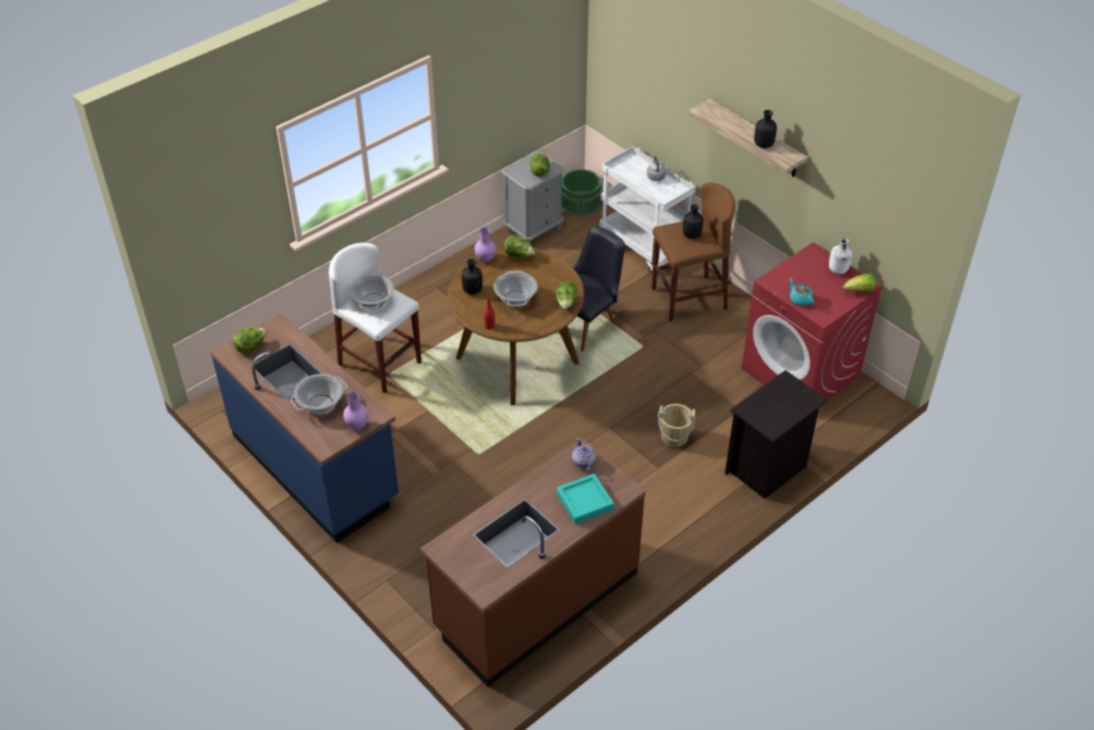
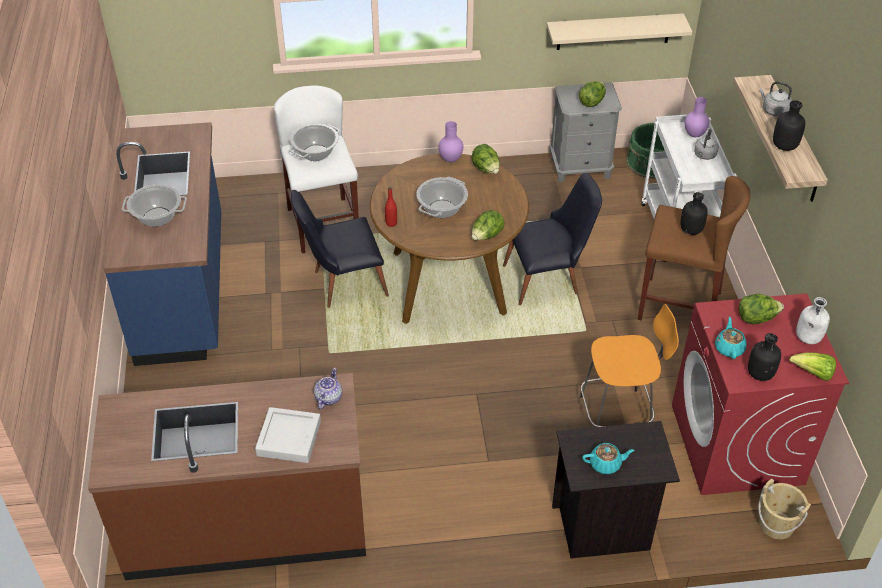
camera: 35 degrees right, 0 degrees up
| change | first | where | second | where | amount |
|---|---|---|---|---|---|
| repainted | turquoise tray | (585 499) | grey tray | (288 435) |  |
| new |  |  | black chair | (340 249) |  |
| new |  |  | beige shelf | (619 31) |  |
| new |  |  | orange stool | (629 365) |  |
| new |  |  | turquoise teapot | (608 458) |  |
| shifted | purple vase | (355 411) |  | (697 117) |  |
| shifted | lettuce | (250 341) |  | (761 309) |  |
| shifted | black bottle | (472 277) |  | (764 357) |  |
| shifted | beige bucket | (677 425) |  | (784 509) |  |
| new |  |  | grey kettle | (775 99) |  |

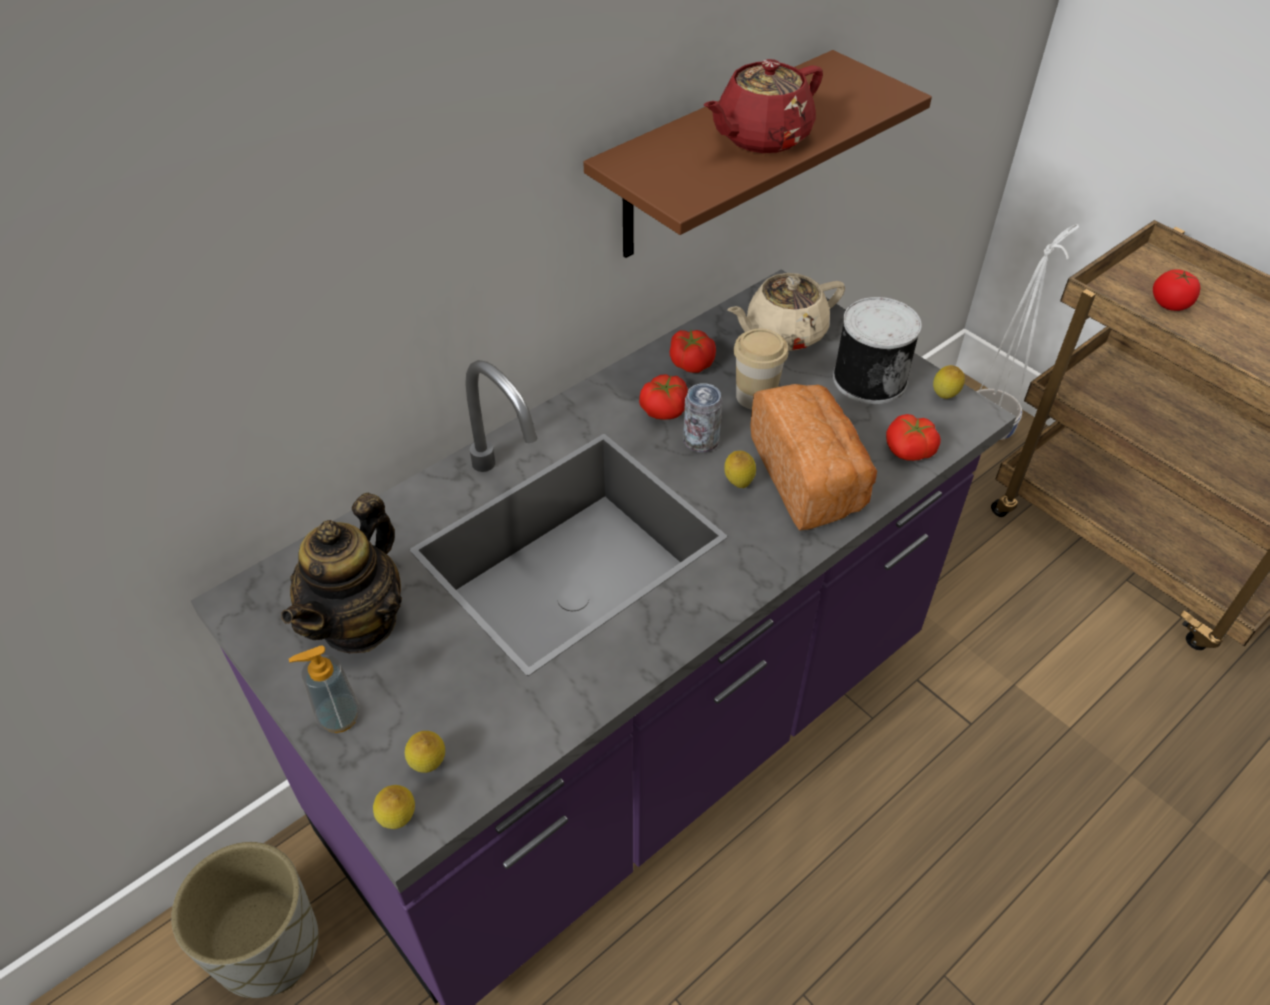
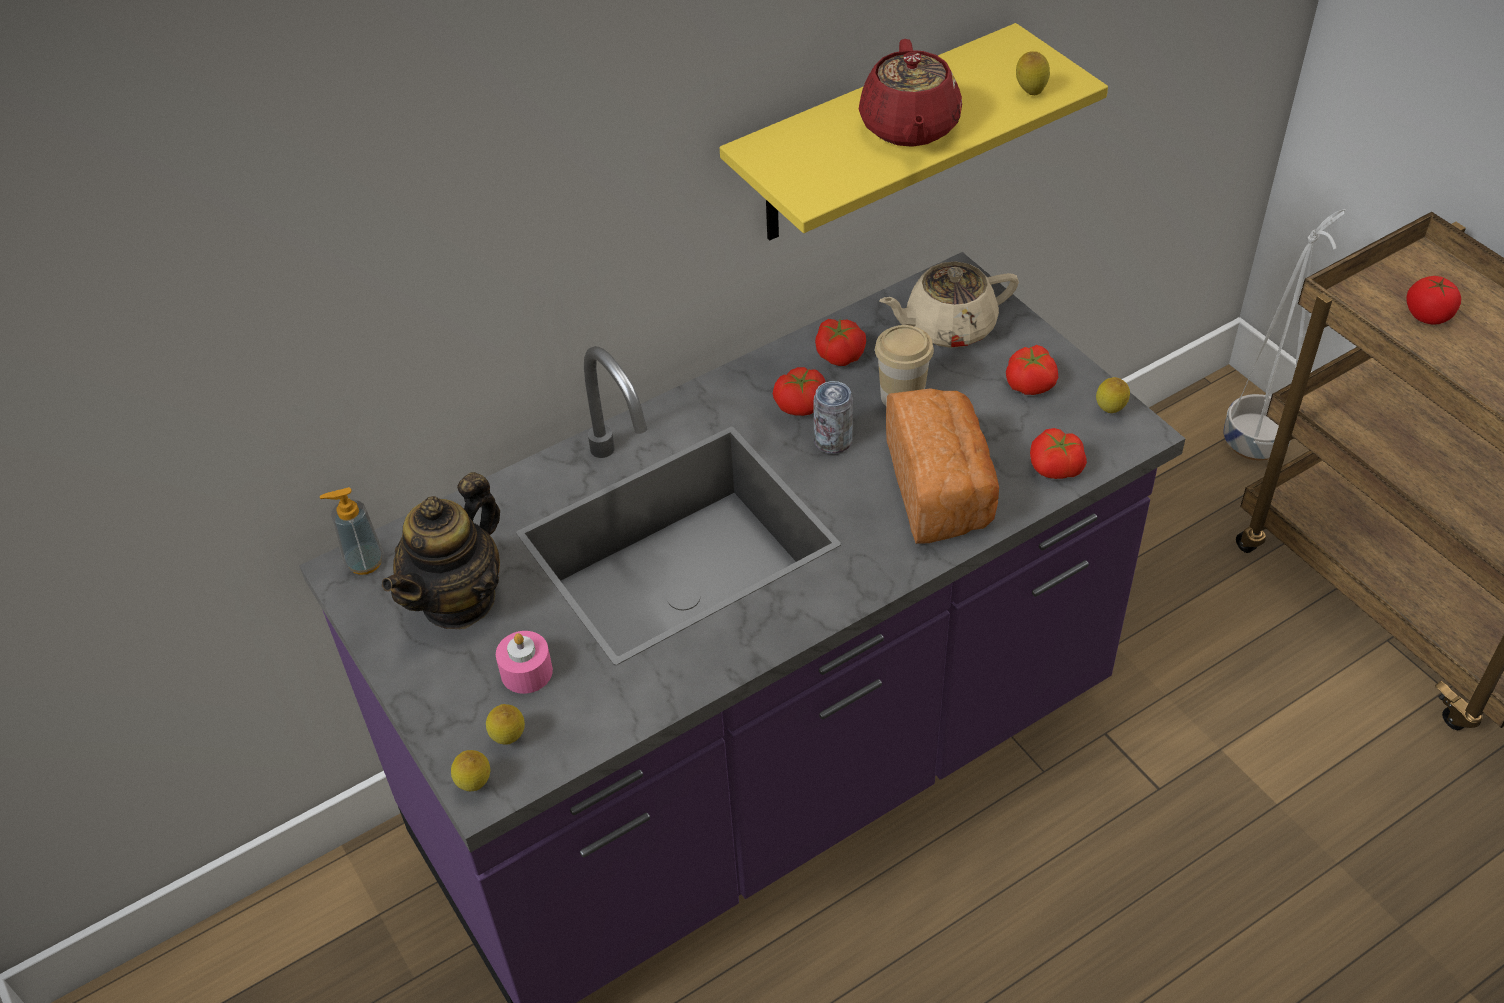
camera: 10 degrees right, 0 degrees up
| change | first | where | second | where | amount |
|---|---|---|---|---|---|
| shifted | soap dispenser | (324 689) |  | (352 531) |  |
| new |  |  | pink candle | (524 662) |  |
| repainted | brown shelf | (757 154) | yellow shelf | (914 131) |  |
| rotated | red teapot | (763 106) |  | (910 93) | 60 degrees counterclockwise |
| swapped | can | (877 350) | tomato | (1032 370) |  |
| shifted | lemon | (740 469) |  | (1033 73) |  |
| gone | grey planter | (244 920) |  |  |  |

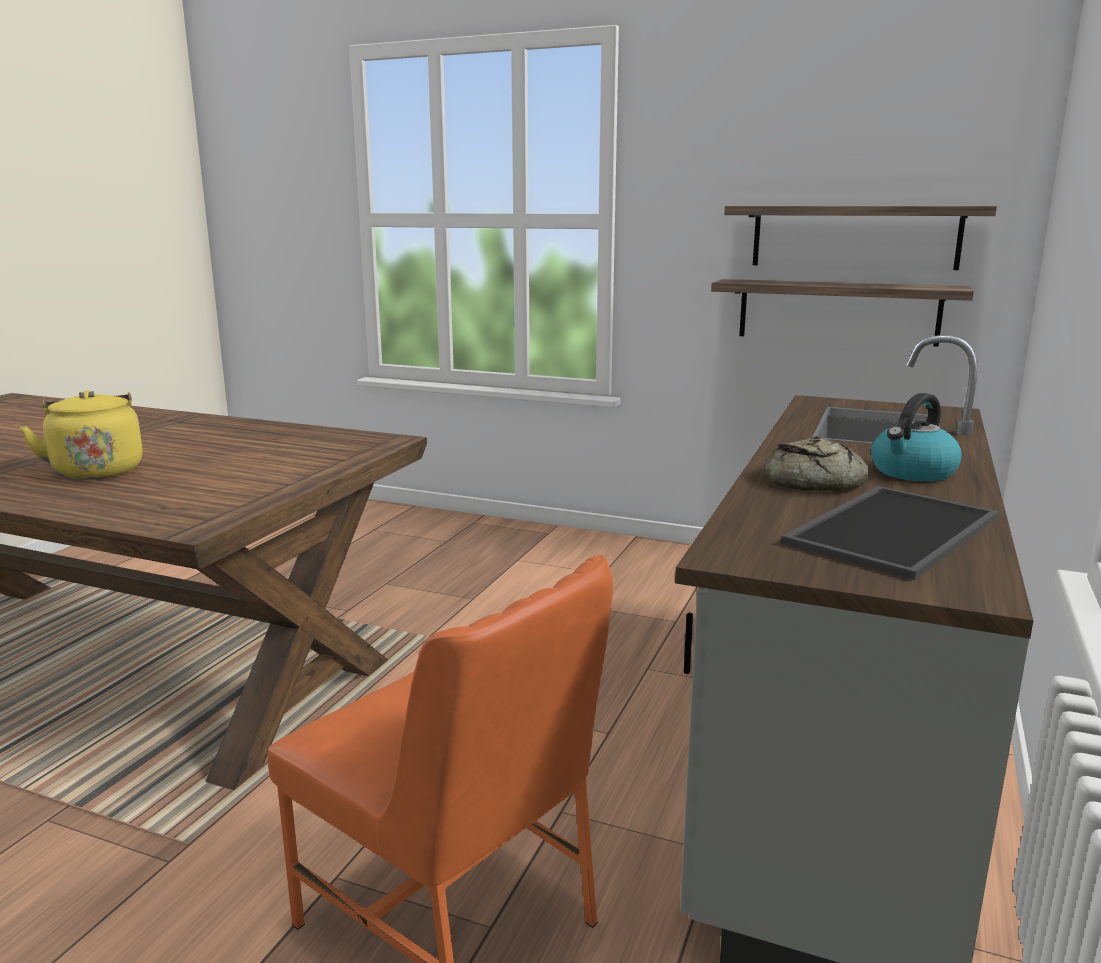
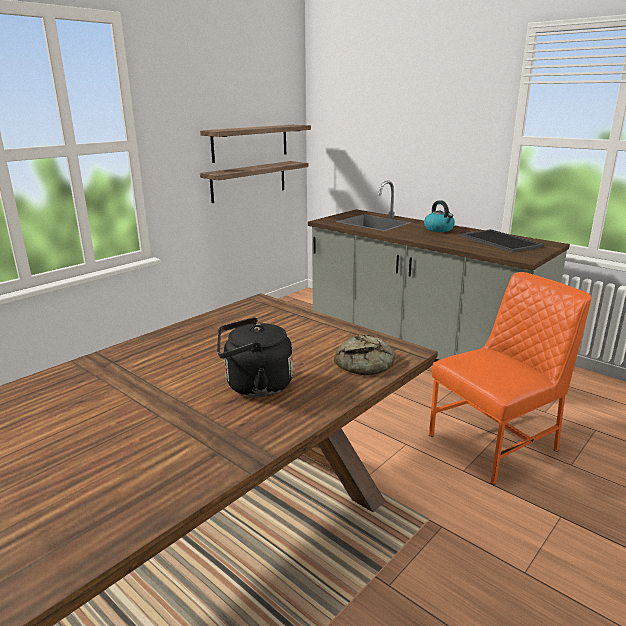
camera: 70 degrees left, 5 degrees up
| change | first | where | second | where | amount |
|---|---|---|---|---|---|
| repainted | yellow kettle | (81 435) | black kettle | (255 357) |  |
| shifted | bread | (816 463) |  | (364 355) |  |

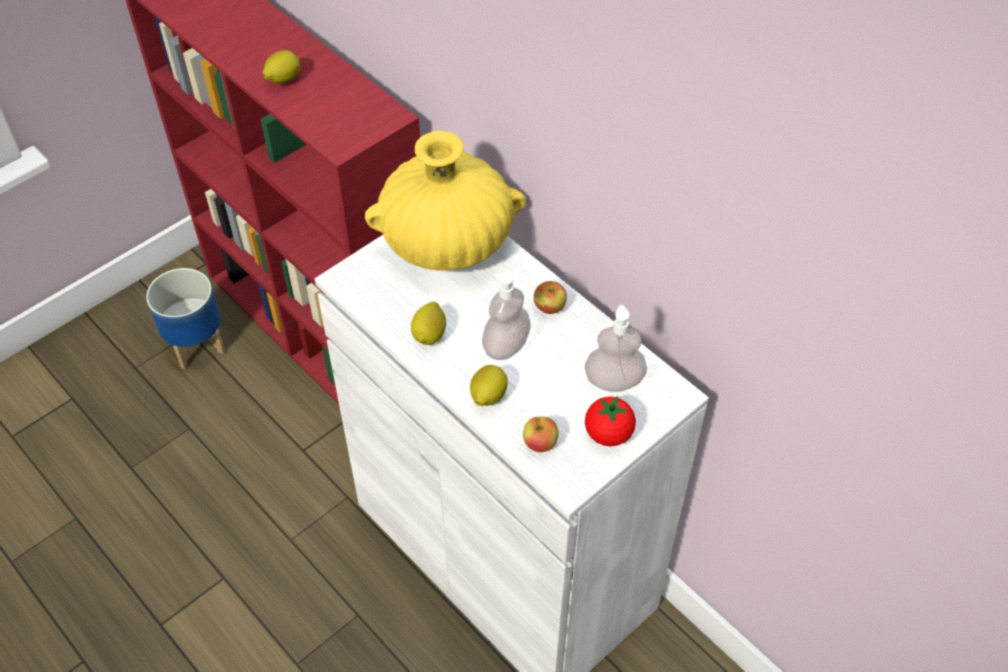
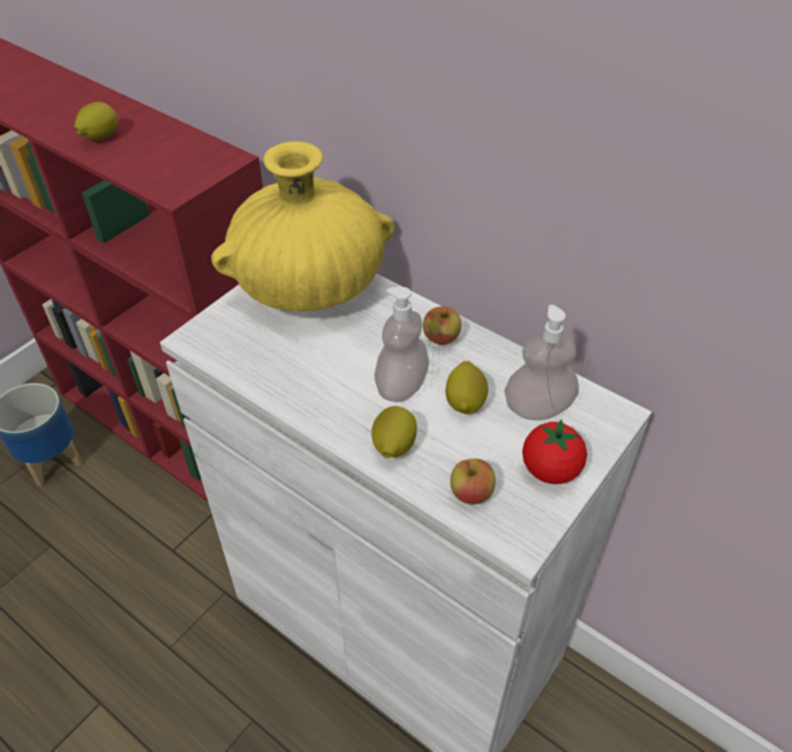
camera: 10 degrees left, 5 degrees down
| change | first | where | second | where | amount |
|---|---|---|---|---|---|
| shifted | lemon | (428 323) |  | (467 387) |  |

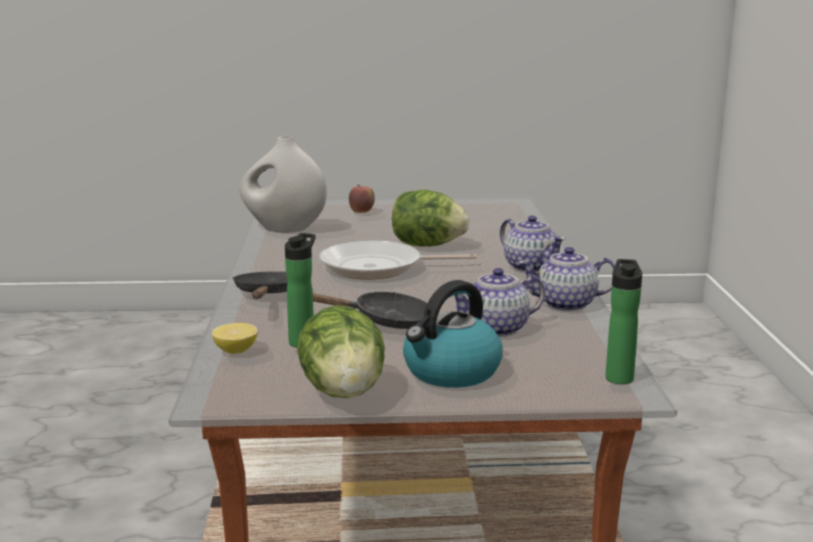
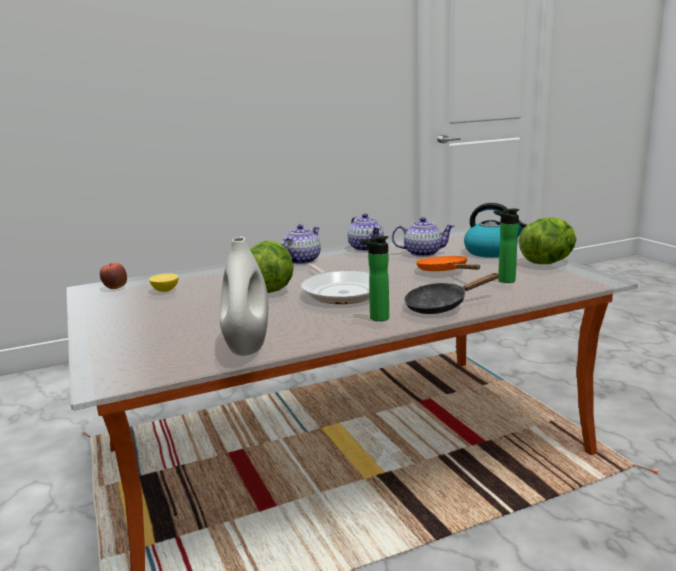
camera: 110 degrees left, 0 degrees up
| change | first | where | second | where | amount |
|---|---|---|---|---|---|
| shifted | apple | (362 198) |  | (113 276) |  |
| shifted | lemon | (235 338) |  | (163 282) |  |
| shifted | bottle | (623 321) |  | (374 278) |  |
| rotated | teapot | (499 302) |  | (423 237) | 45 degrees counterclockwise |
| repainted | black frying pan | (370 310) | orange frying pan | (448 263) |  |

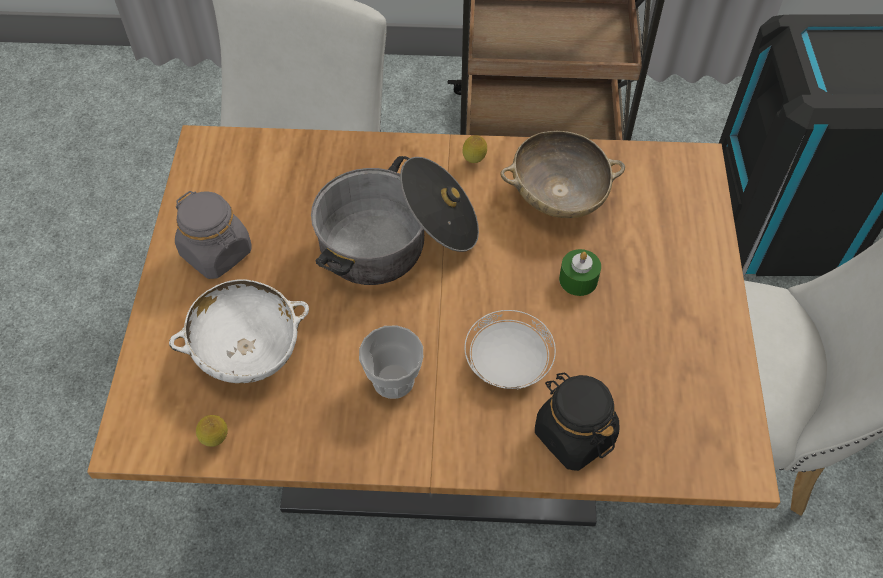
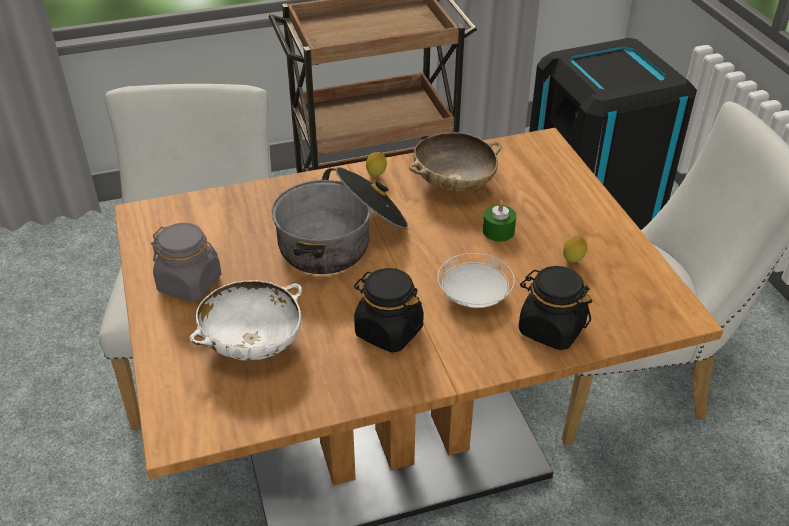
camera: 20 degrees left, 15 degrees down
| change | first | where | second | where | amount |
|---|---|---|---|---|---|
| swapped | cup | (391 362) | black jar | (389 310) |  |
| shifted | lemon | (212 431) |  | (575 249) |  |

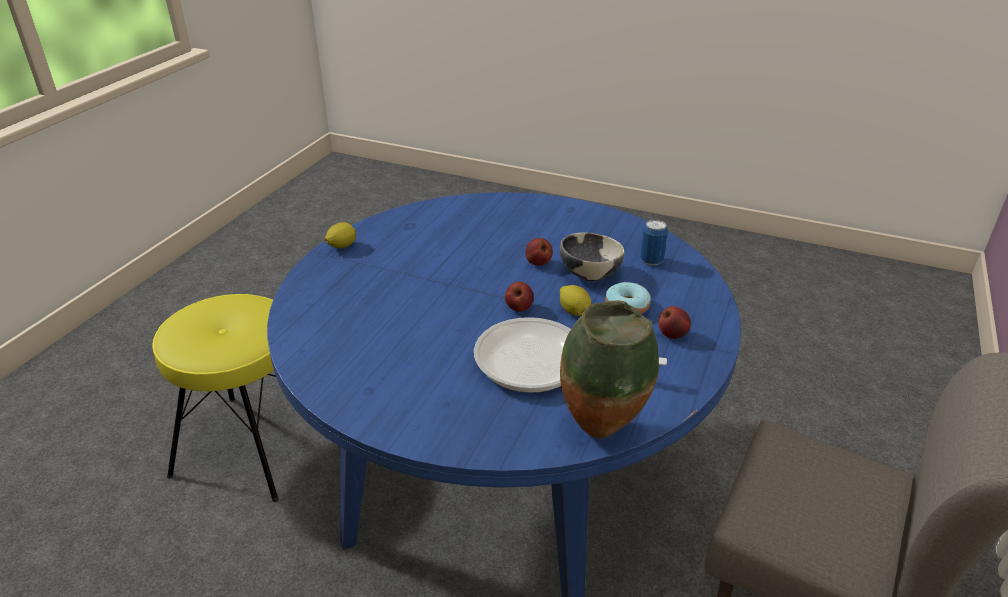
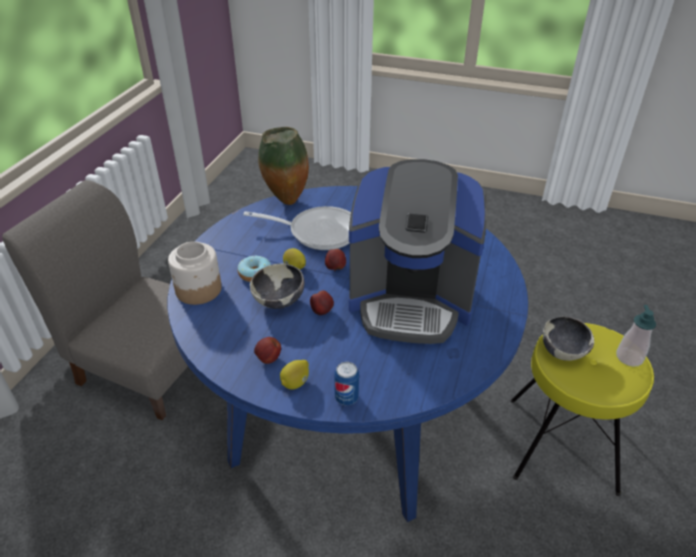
camera: 175 degrees right, 5 degrees up
| change | first | where | second | where | amount |
|---|---|---|---|---|---|
| new |  |  | jar | (195 273) |  |
| shifted | apple | (674 322) |  | (267 350) |  |
| shifted | lemon | (340 235) |  | (294 375) |  |
| shifted | can | (654 242) |  | (346 383) |  |
| new |  |  | coffee machine | (418 251) |  |
| new |  |  | bowl | (568 338) |  |
| new |  |  | soap dispenser | (636 336) |  |

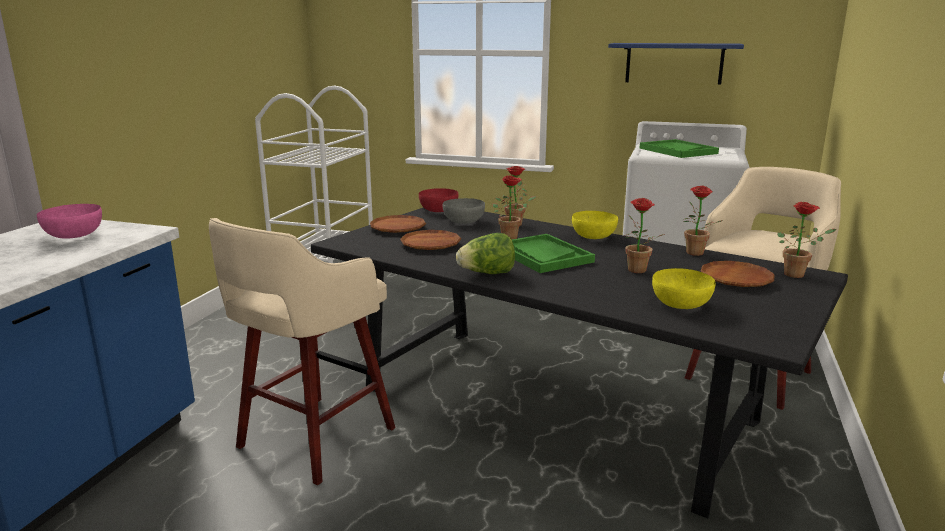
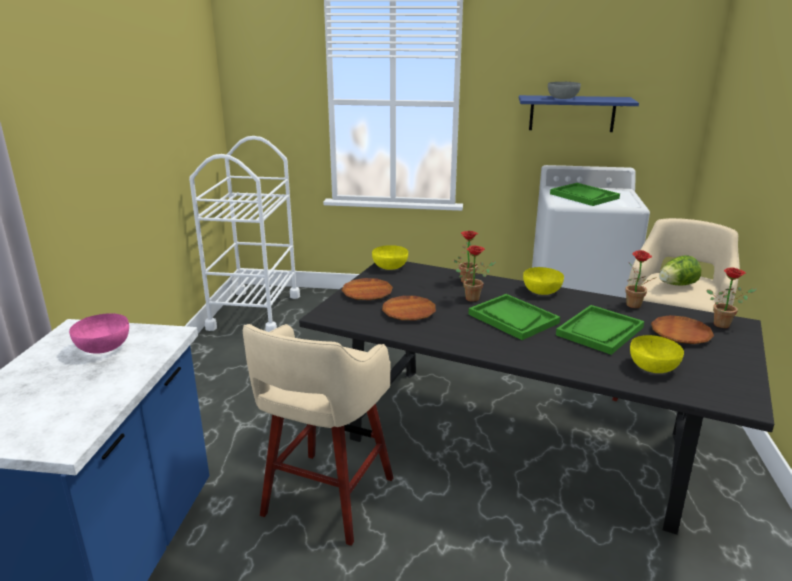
camera: 10 degrees left, 5 degrees up
| change | first | where | second | where | amount |
|---|---|---|---|---|---|
| repainted | red bowl | (438 200) | yellow bowl | (390 257) |  |
| shifted | grey bowl | (464 211) |  | (564 90) |  |
| swapped | potted plant | (644 235) | green tray | (600 330) |  |
| shifted | lettuce | (485 253) |  | (680 270) |  |

